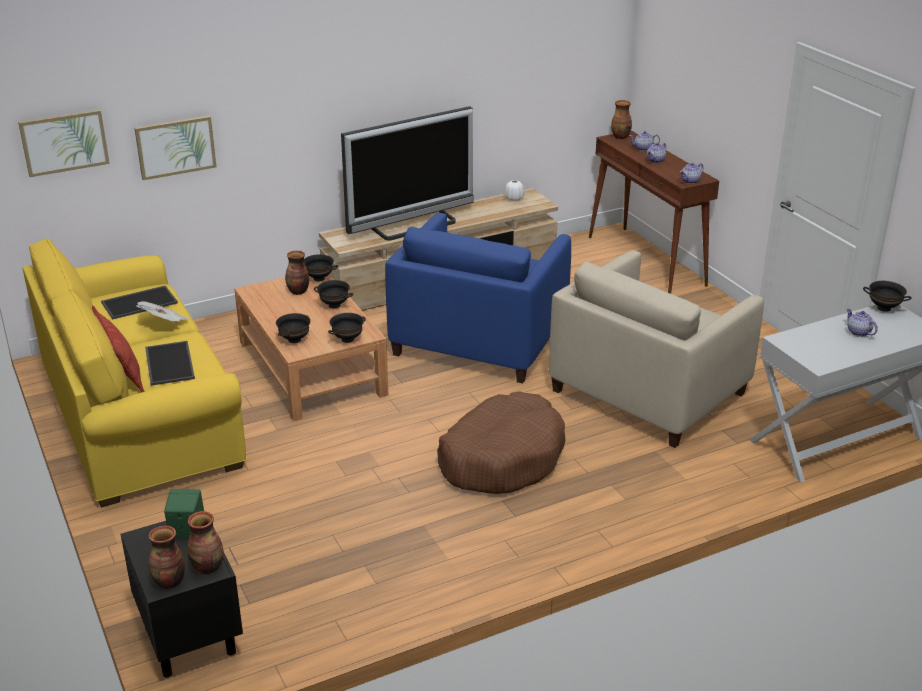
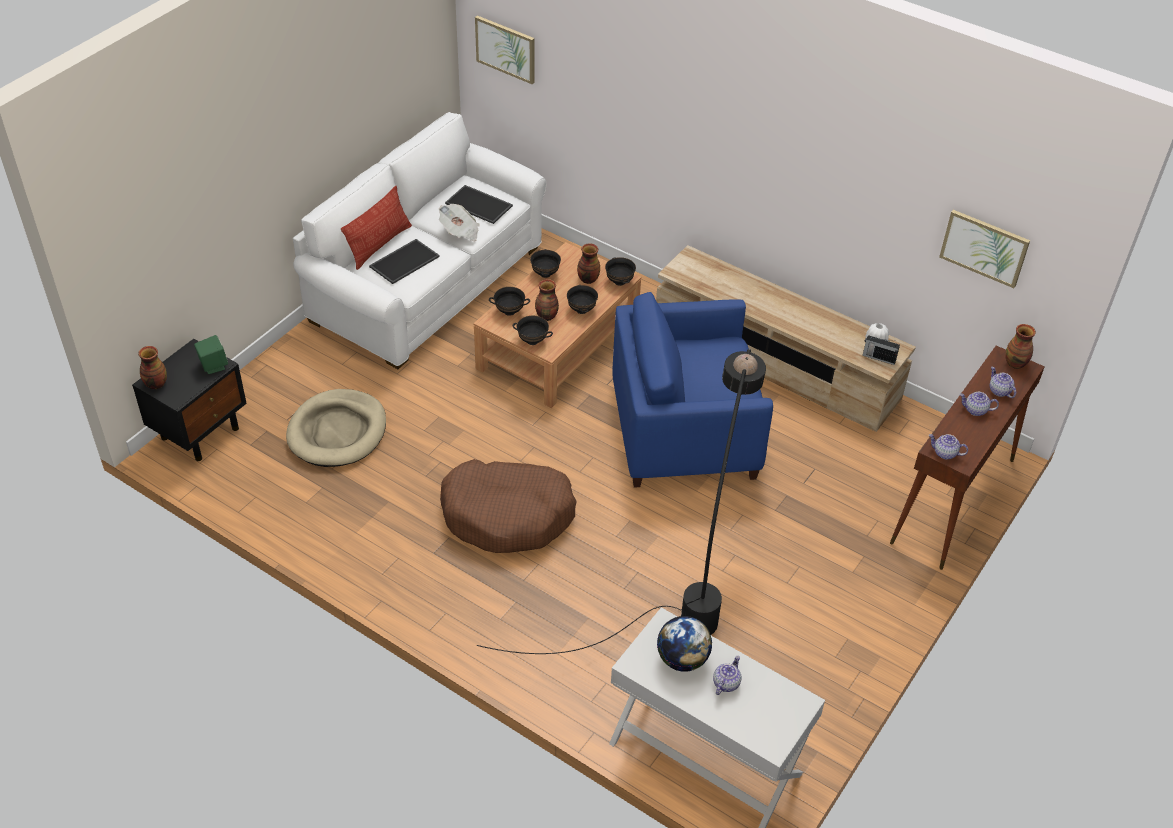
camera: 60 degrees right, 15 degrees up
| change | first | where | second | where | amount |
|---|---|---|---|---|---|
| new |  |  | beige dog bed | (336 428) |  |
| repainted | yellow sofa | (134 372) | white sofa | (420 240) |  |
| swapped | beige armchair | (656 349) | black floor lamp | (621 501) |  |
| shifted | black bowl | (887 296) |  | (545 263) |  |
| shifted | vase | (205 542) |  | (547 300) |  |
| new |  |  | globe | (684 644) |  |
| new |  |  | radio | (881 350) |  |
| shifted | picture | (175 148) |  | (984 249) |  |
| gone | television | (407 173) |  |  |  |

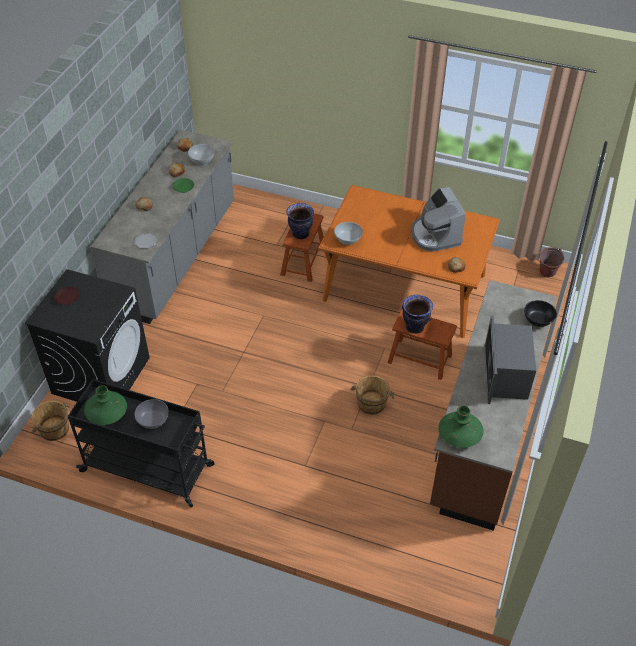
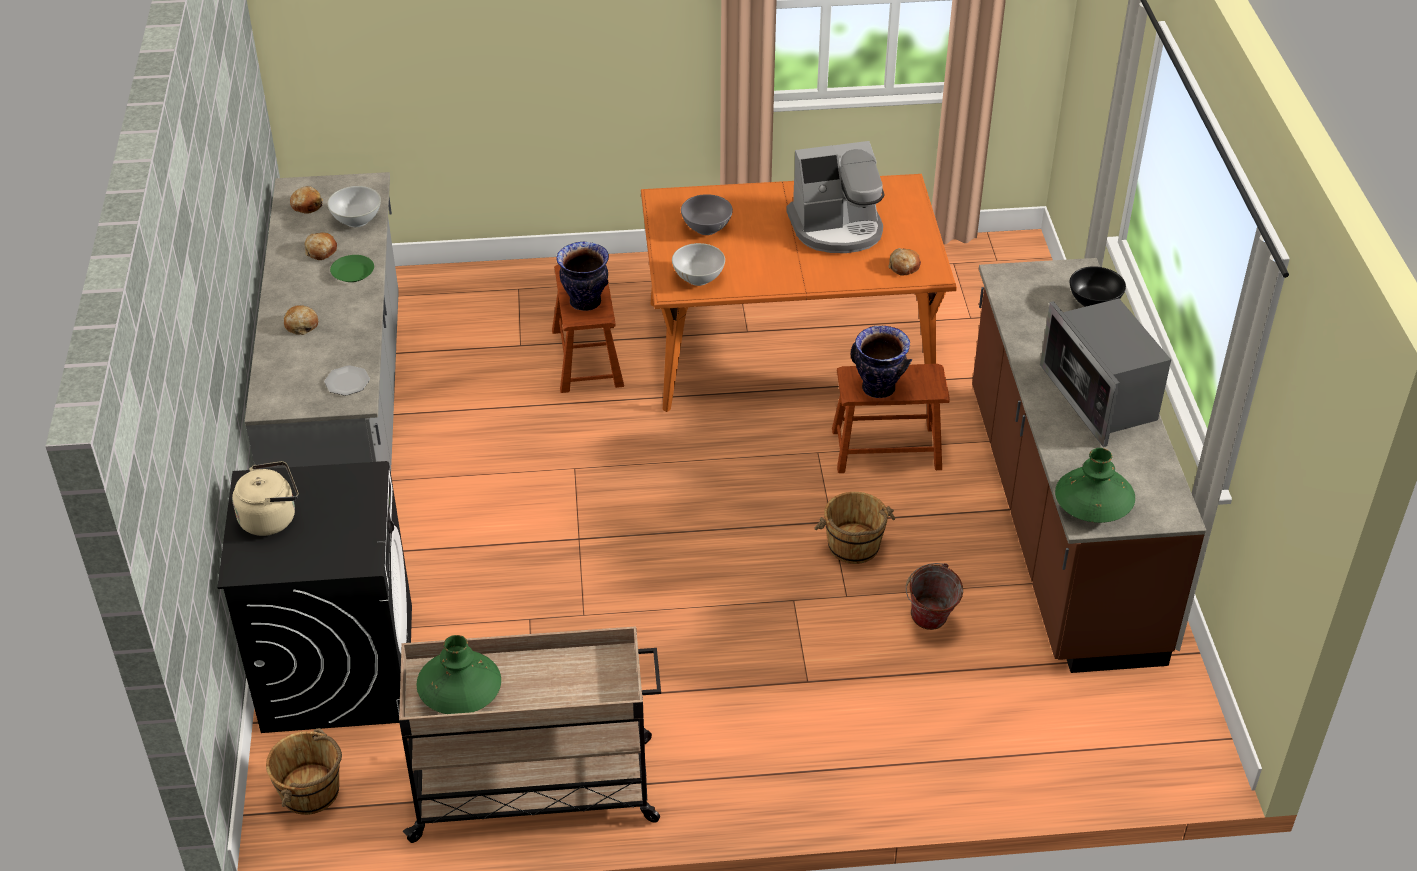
camera: 25 degrees left, 5 degrees down
| change | first | where | second | where | amount |
|---|---|---|---|---|---|
| swapped | brown plate | (67 296) | beige kettle | (265 498) |  |
| repainted | black cart | (141 443) | beige cart | (530 734) |  |
| shifted | grey bowl | (151 414) |  | (707 214) |  |
| rotated | coffee machine | (438 219) |  | (835 197) | 60 degrees counterclockwise |
| shifted | bucket | (551 262) |  | (934 596) |  |

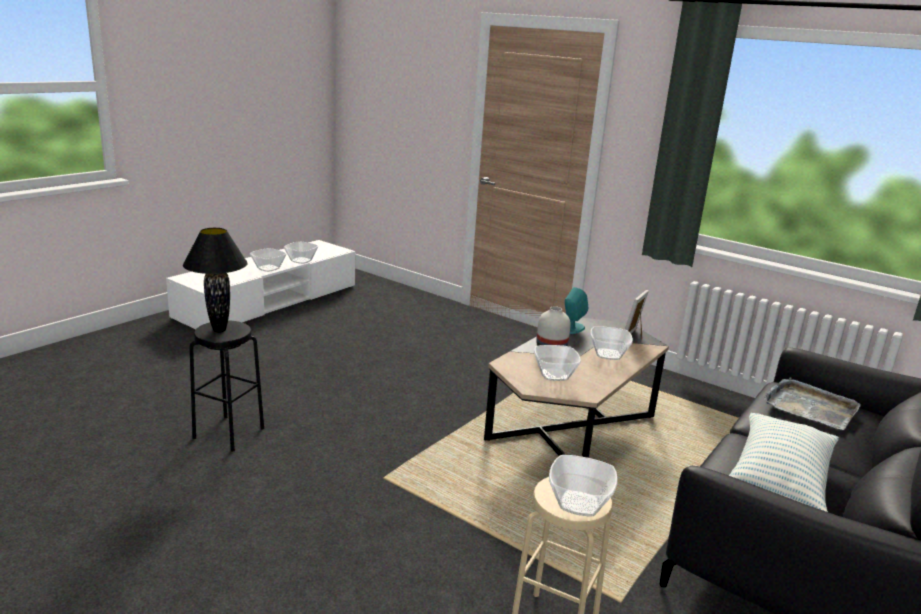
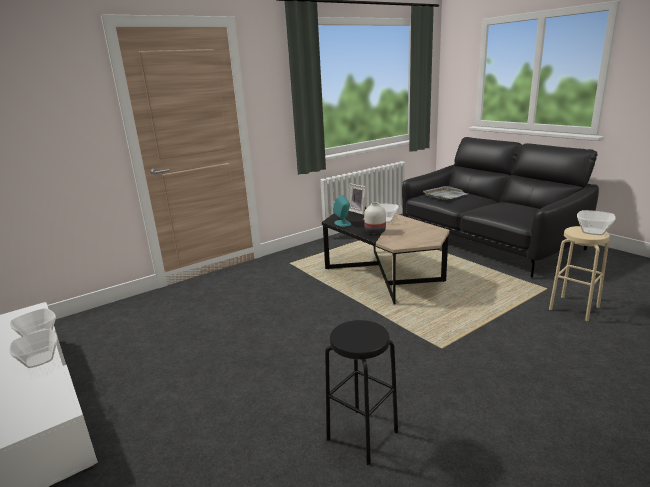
camera: 70 degrees left, 0 degrees up
| change | first | where | second | where | amount |
|---|---|---|---|---|---|
| gone | black table lamp | (215 280) |  |  |  |
| gone | bowl | (557 363) |  |  |  |
| gone | pillow | (784 462) |  |  |  |

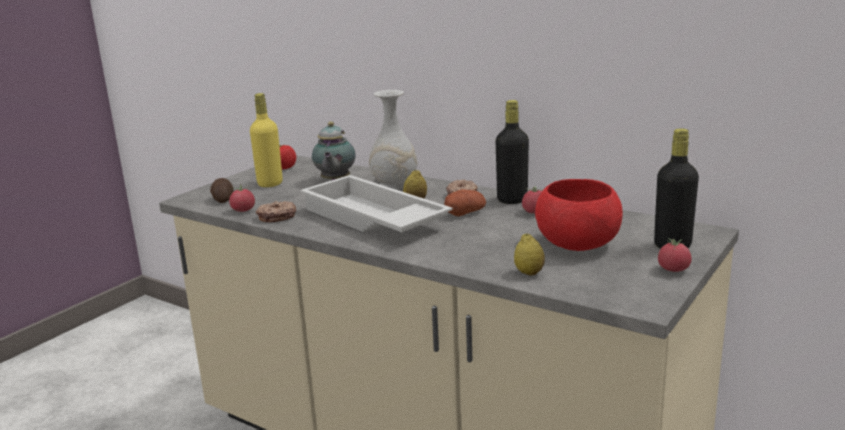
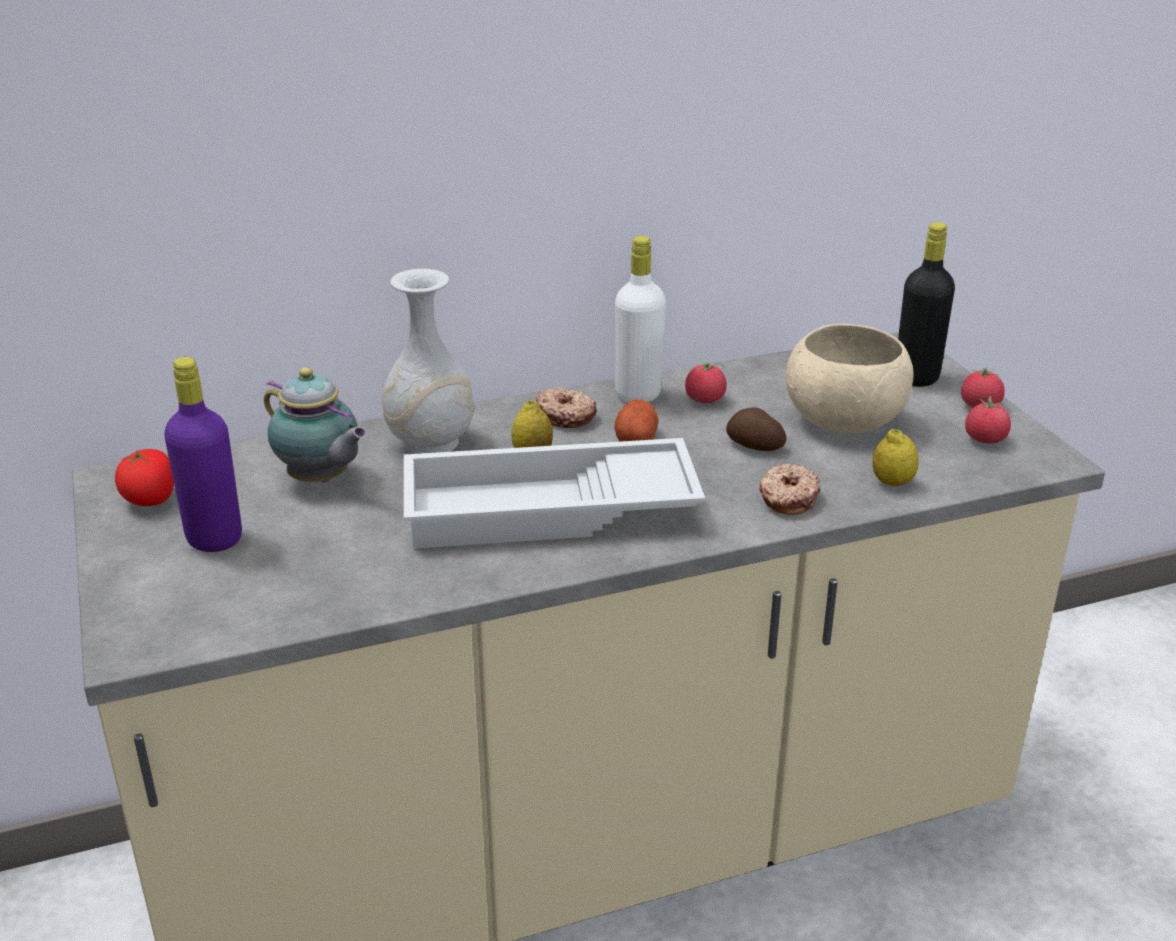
camera: 55 degrees left, 10 degrees up
| change | first | where | second | where | amount |
|---|---|---|---|---|---|
| repainted | yellow bottle | (266 140) | purple bottle | (203 454) |  |
| repainted | black bottle | (512 152) | white bottle | (640 319) |  |
| shifted | potato | (222 190) |  | (756 429) |  |
| shifted | donut | (276 211) |  | (790 489) |  |
| repainted | red bowl | (579 215) | beige bowl | (849 378) |  |
| shifted | tomato | (242 198) |  | (988 420) |  |

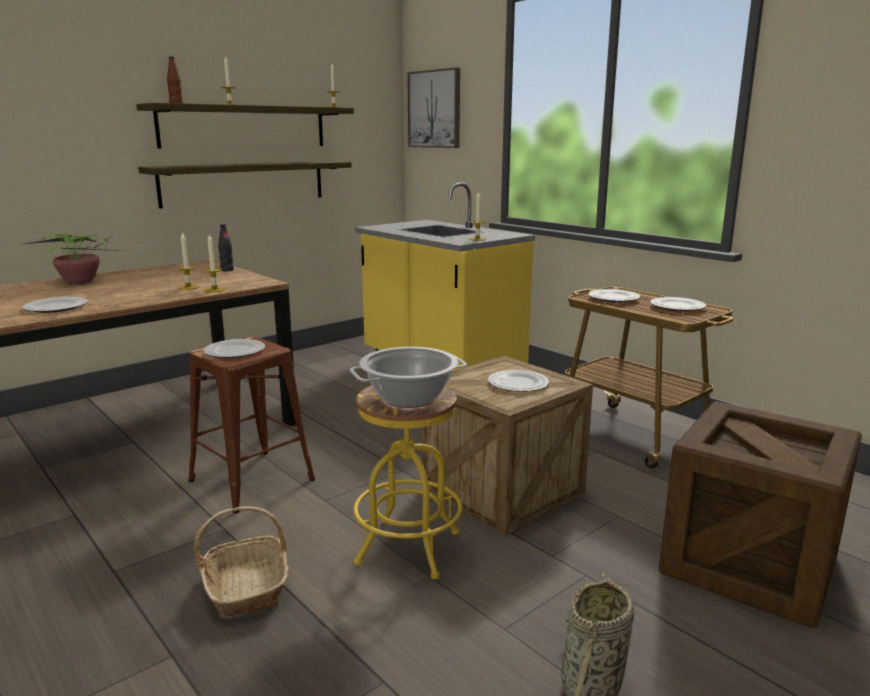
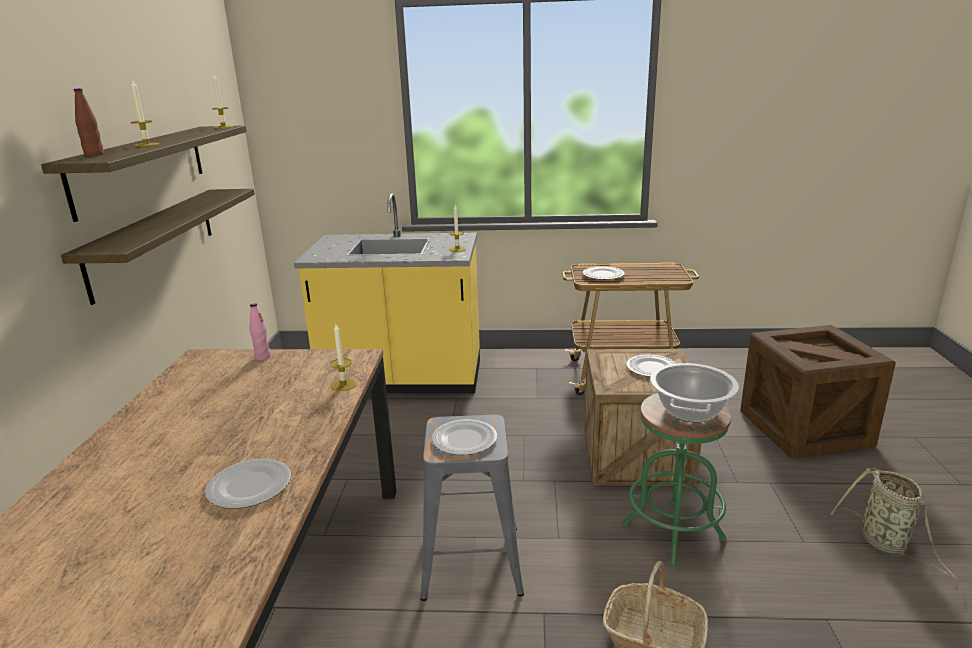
camera: 45 degrees left, 5 degrees up
| change | first | where | second | where | amount |
|---|---|---|---|---|---|
| repainted | black bottle | (226 247) | pink bottle | (260 331) |  |
| repainted | brown stool | (252 425) | grey stool | (472 508) |  |
| repainted | yellow stool | (408 482) | green stool | (677 480) |  |
| gone | potted plant | (71 258) |  |  |  |
| gone | candle | (188 261) |  |  |  |
| gone | picture | (433 107) |  |  |  |
| gone | plate | (678 304) |  |  |  |

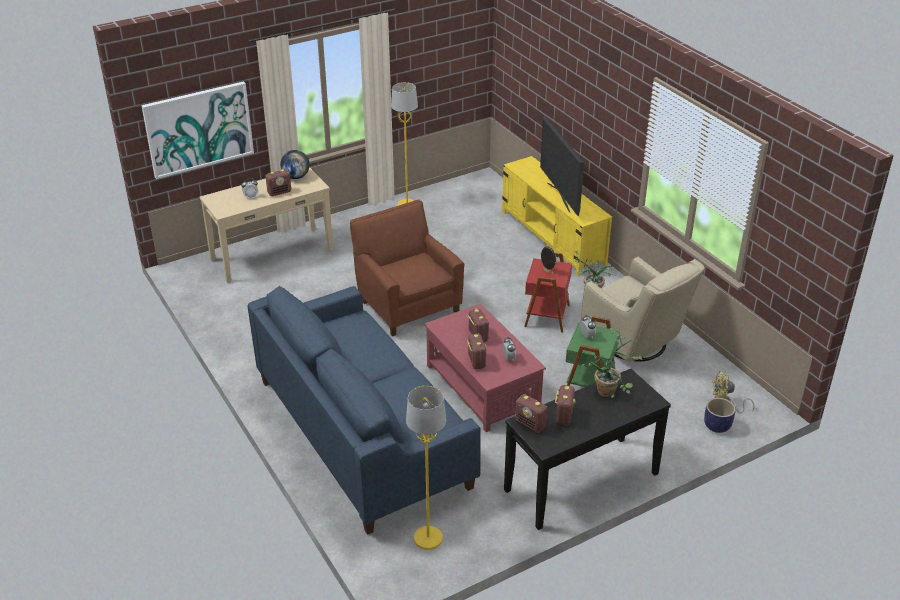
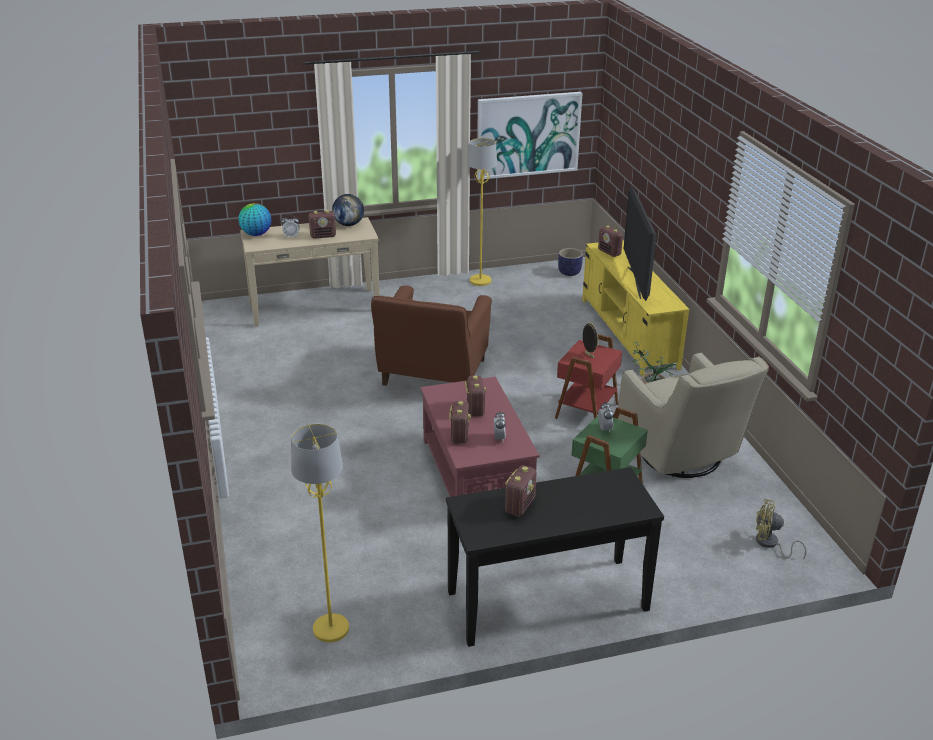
camera: 15 degrees right, 5 degrees down
| change | first | where | second | where | amount |
|---|---|---|---|---|---|
| new |  |  | globe | (255 219) |  |
| rotated | brown armchair | (407 268) |  | (431 335) | 150 degrees counterclockwise |
| shifted | picture | (197 130) |  | (529 136) |  |
| shifted | planter | (720 415) |  | (570 262) |  |
| shifted | radio | (531 413) |  | (611 241) |  |
| gone | blue sofa | (364 410) |  |  |  |
| gone | potted plant | (612 363) |  |  |  |

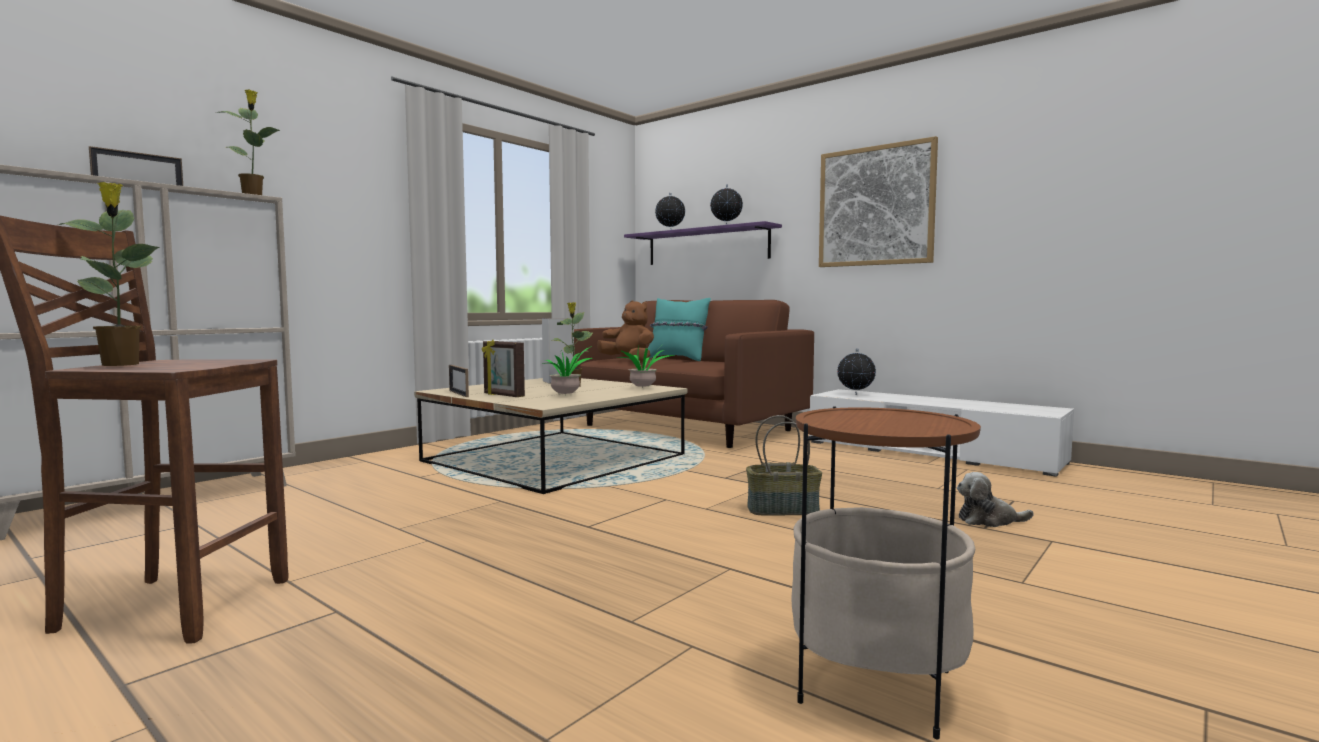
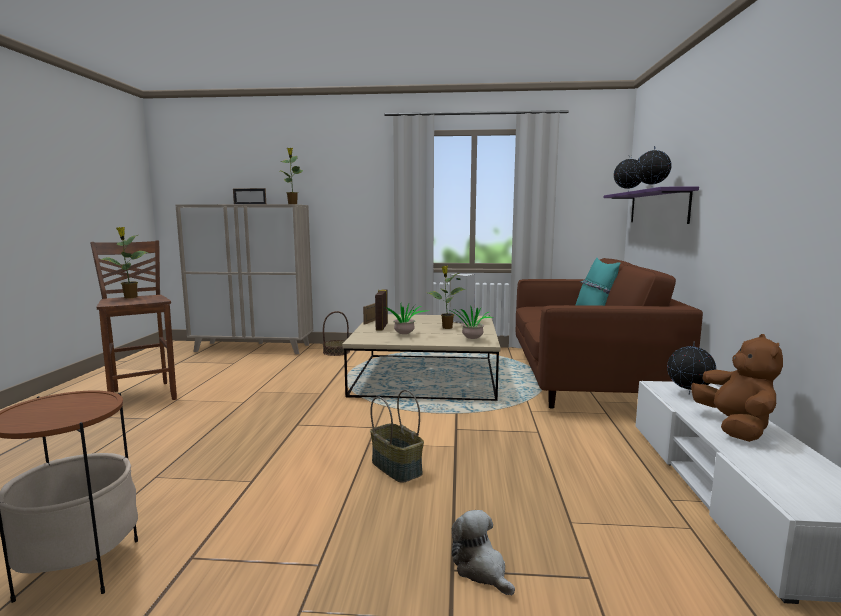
camera: 55 degrees right, 5 degrees up
| change | first | where | second | where | amount |
|---|---|---|---|---|---|
| new |  |  | basket | (336 333) |  |
| shifted | brown plush toy | (625 332) |  | (737 388) |  |
| gone | picture | (878 201) |  |  |  |

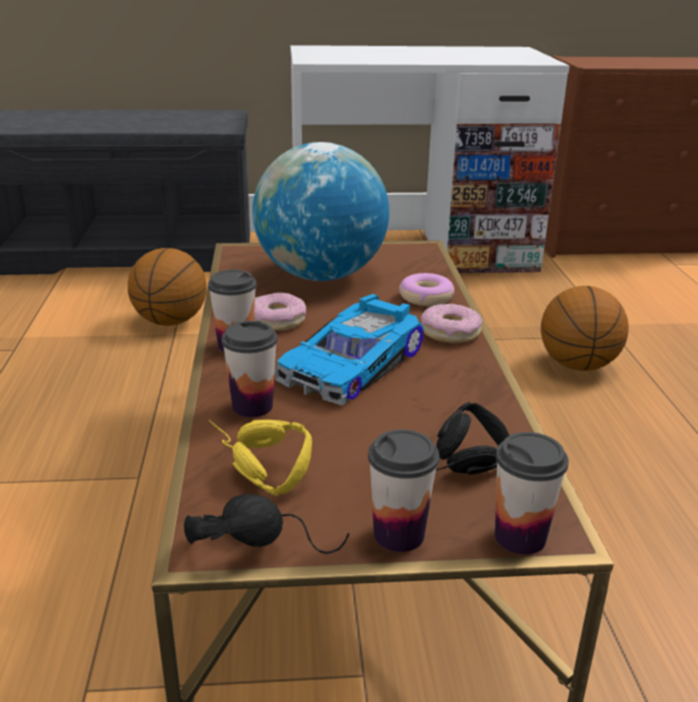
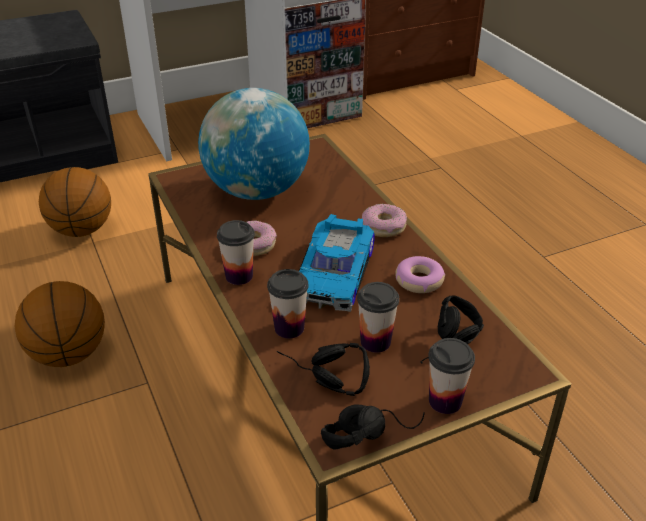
camera: 20 degrees left, 10 degrees up
| change | first | where | second | where | amount |
|---|---|---|---|---|---|
| shifted | basketball | (585 328) |  | (60 324) |  |
| repainted | yellow headphones | (260 457) | black headphones | (323 369) |  |
| shifted | cup | (532 493) |  | (378 317) |  |
| shifted | donut | (426 289) |  | (420 274) |  |

